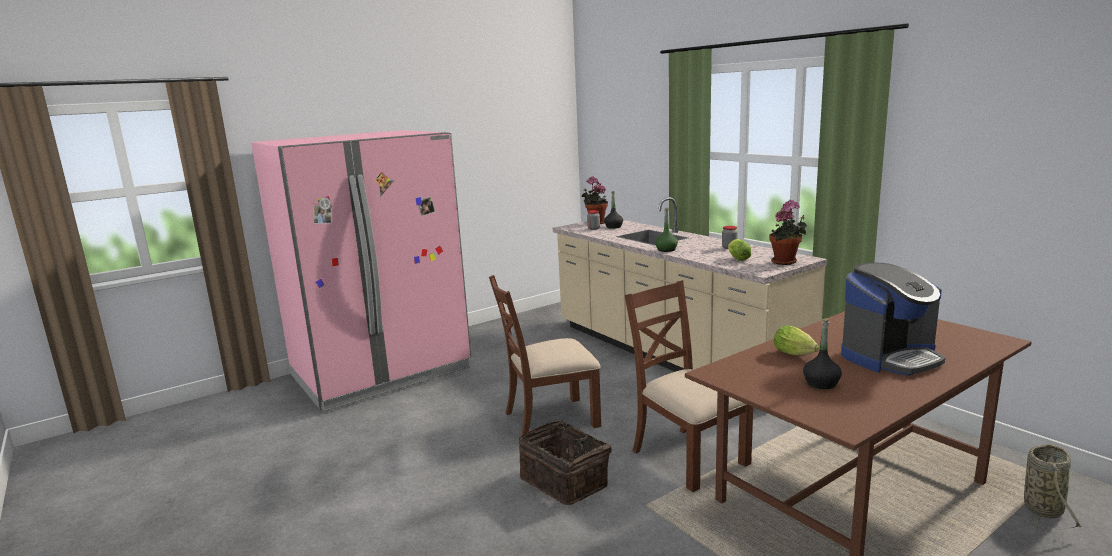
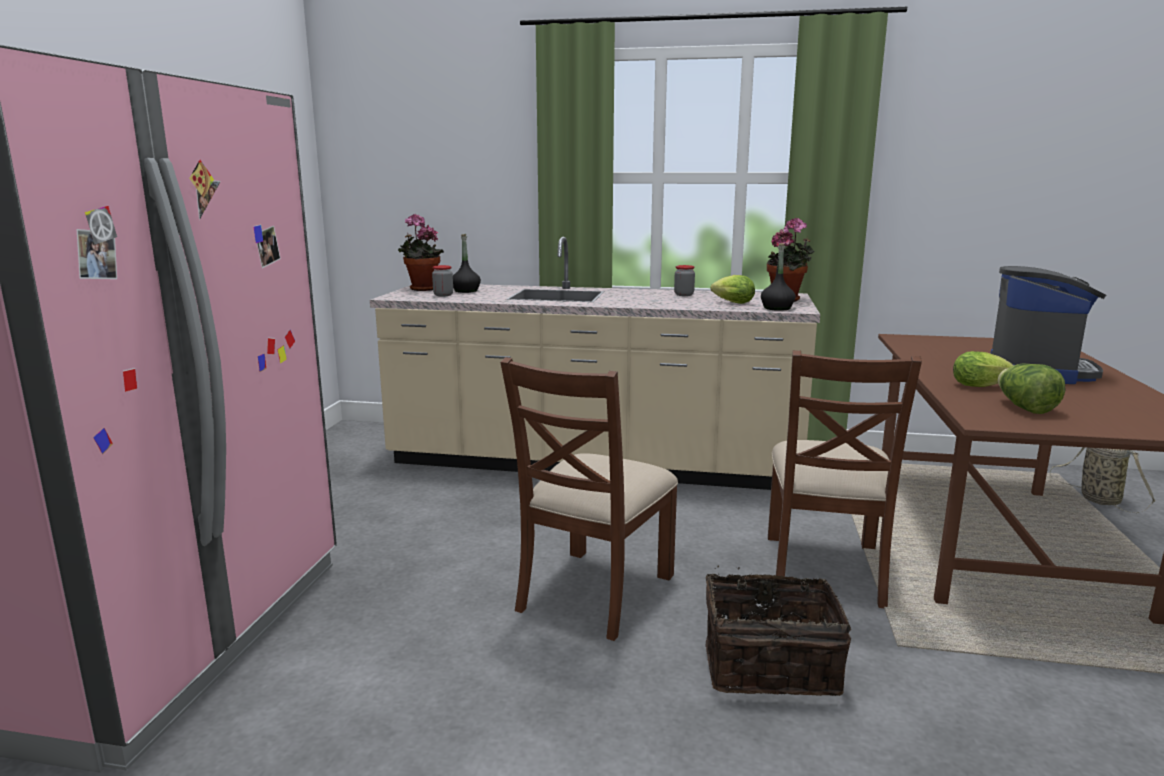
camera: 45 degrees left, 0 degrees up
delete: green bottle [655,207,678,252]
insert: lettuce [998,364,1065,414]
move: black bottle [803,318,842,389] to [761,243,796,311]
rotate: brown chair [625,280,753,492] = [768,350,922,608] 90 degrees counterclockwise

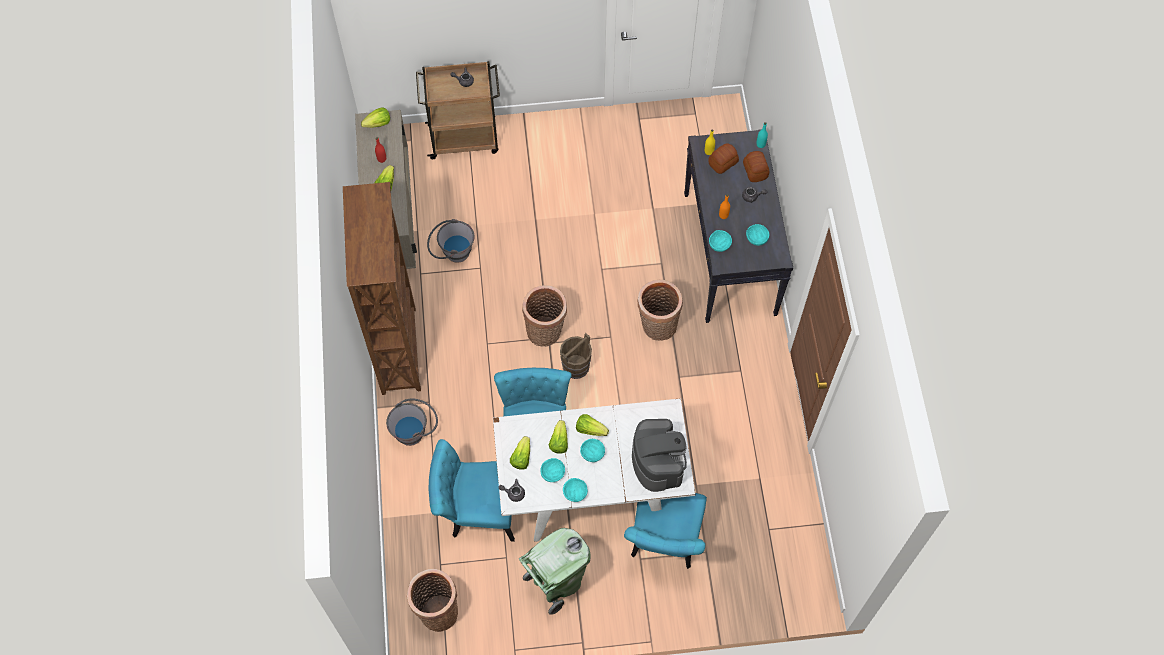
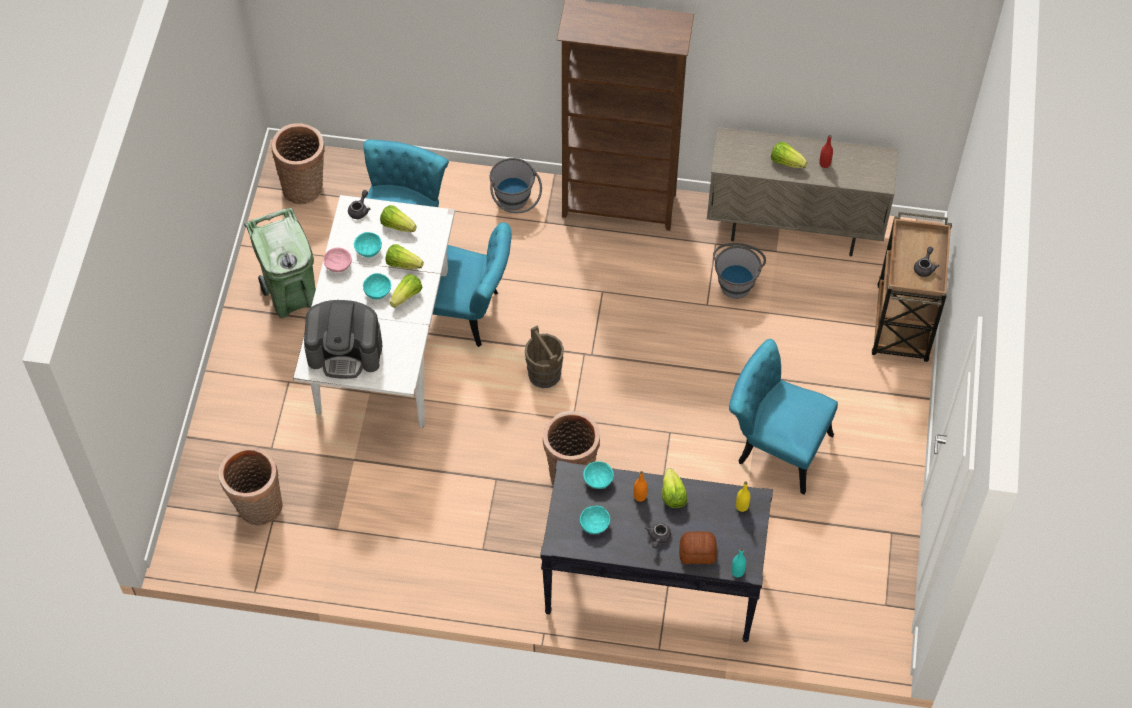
camera: 105 degrees right, 5 degrees down
delete: bread [708,143,739,174]
move: lettuce [361,107,390,128] to [662,468,687,508]; basket [522,285,567,347] to [219,446,283,526]; turquoise chair [624,493,707,569] to [729,339,838,495]
recolor: turquoise bowl [563,478,588,502] to pink bowl [323,248,352,272]

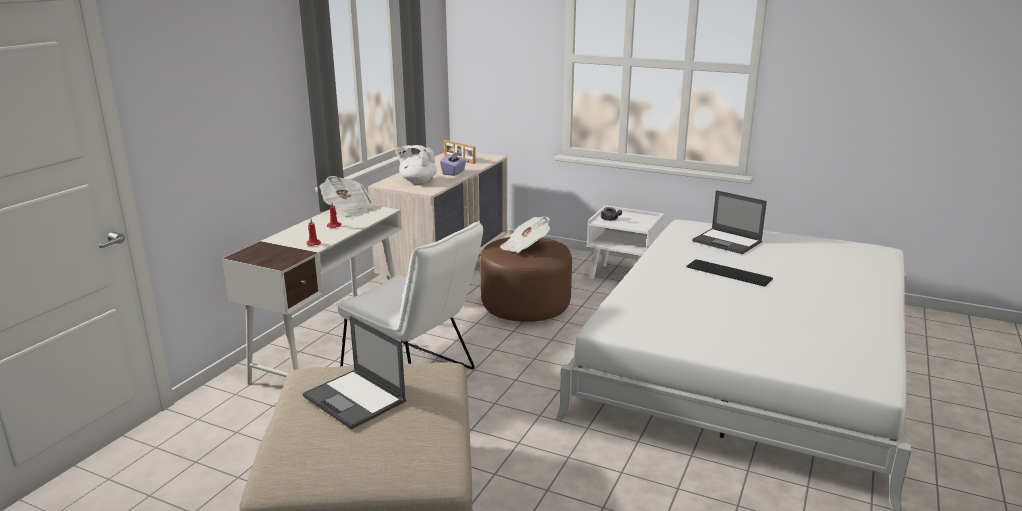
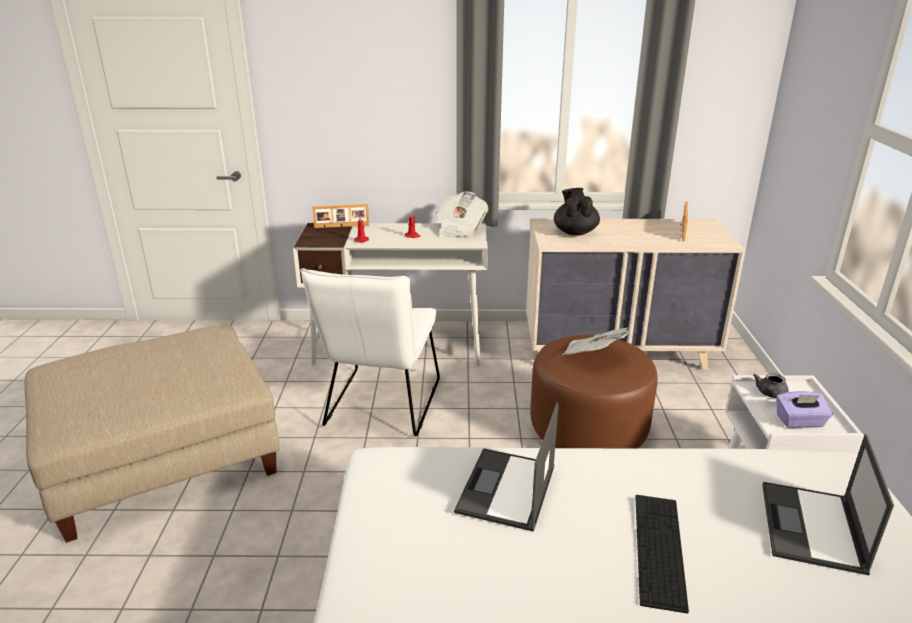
camera: 65 degrees right, 5 degrees up
insert: picture frame [312,204,369,228]
move: laptop [302,316,406,429] to [454,403,559,532]; purple tissue box [440,152,467,176] to [776,391,833,428]
recolor: white teapot [395,145,437,184] to black teapot [554,188,600,236]

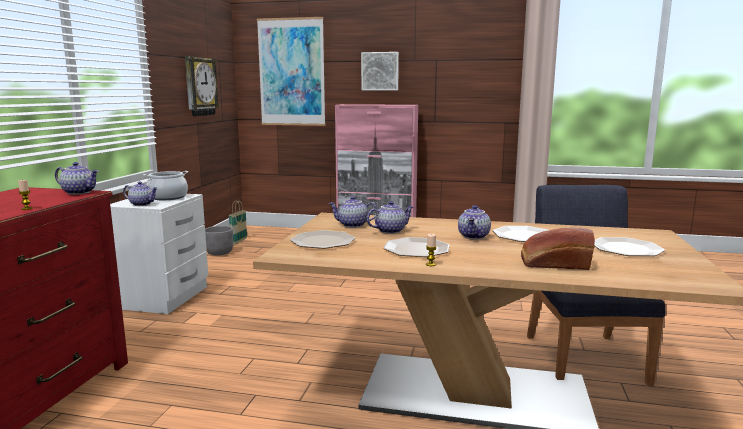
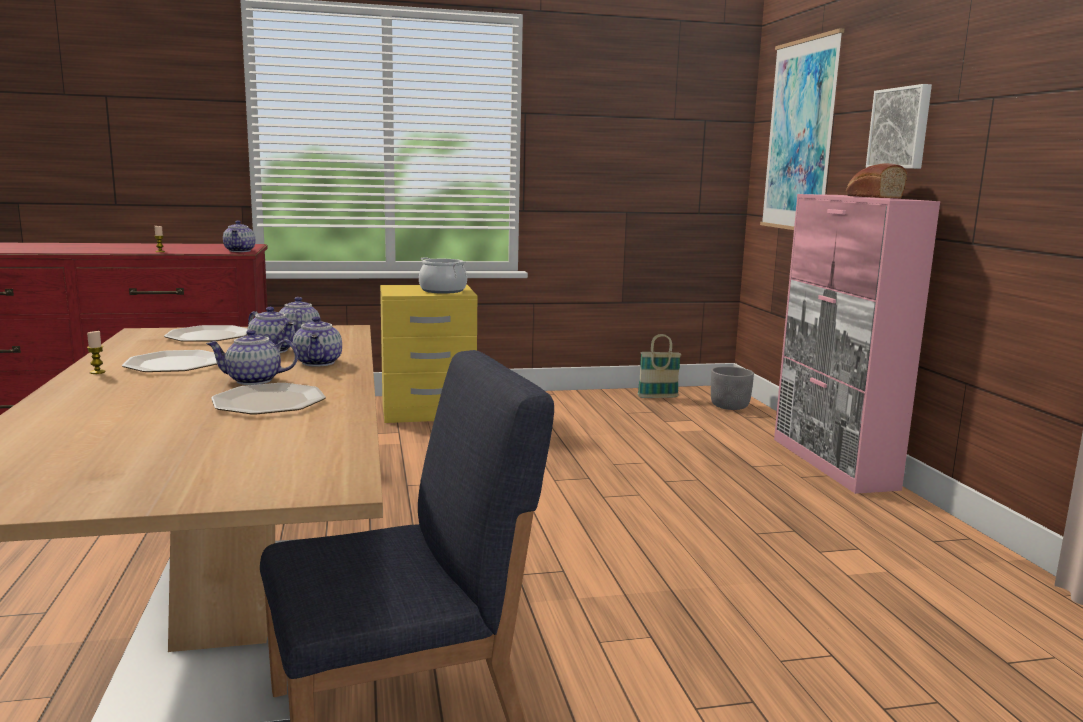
camera: 65 degrees right, 0 degrees up
delete: wall clock [185,56,219,117]; plate [595,237,665,256]
move: teapot [123,182,158,206] to [293,316,342,367]; grey planter [205,226,233,255] to [711,366,754,410]; bread [521,227,595,270] to [846,163,907,198]
recolor: white nightstand [110,194,208,314] to yellow nightstand [380,285,477,423]

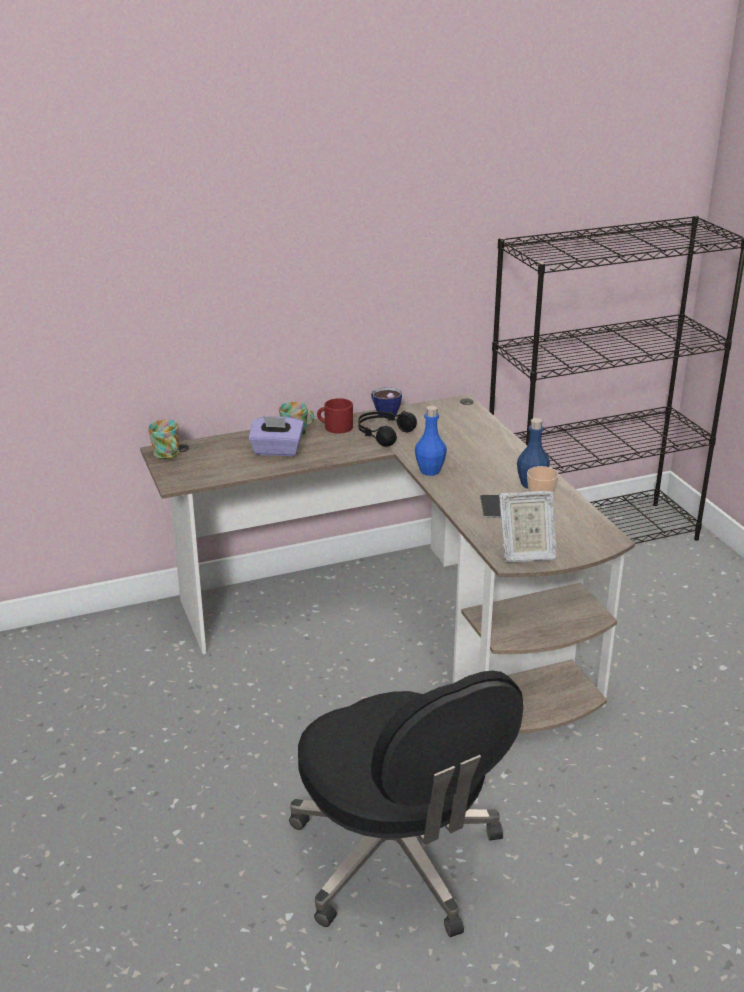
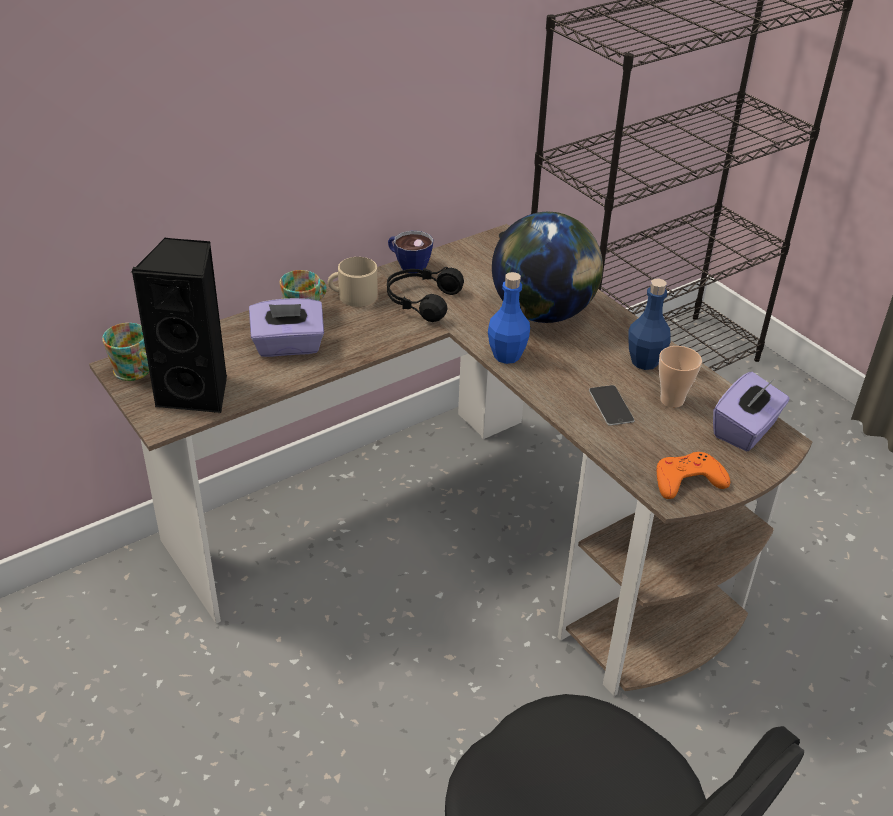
camera: 15 degrees left, 10 degrees up
insert: black speaker [130,237,227,413]; globe [492,212,603,323]; purple tissue box [713,372,790,452]
replace: picture frame [499,491,556,563] to orange game controller [657,452,730,499]
recolor: red mug [317,398,353,434] to beige mug [328,257,377,307]

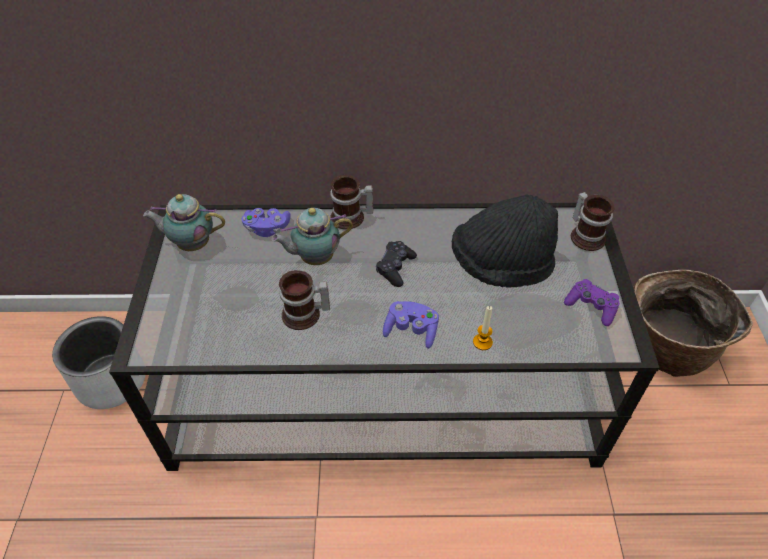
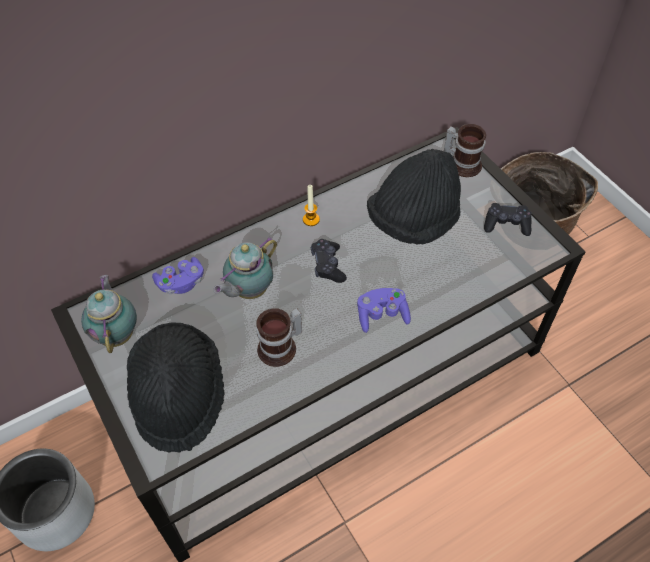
camera: 30 degrees left, 5 degrees up
delete: mug [330,175,373,230]
insert: black hat [127,322,224,453]
move: candle [473,306,493,350] to [303,185,320,226]
recolor: purple game controller [564,279,620,326] to black game controller [484,203,532,236]
rotate: teapot [143,194,225,251] = [81,275,137,353] 105 degrees clockwise

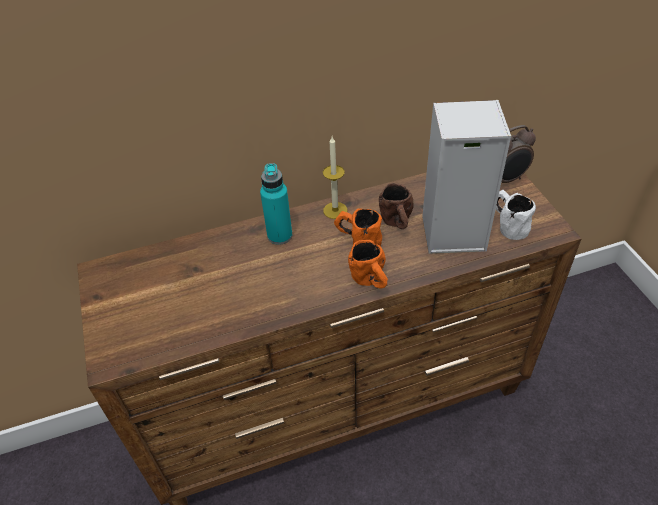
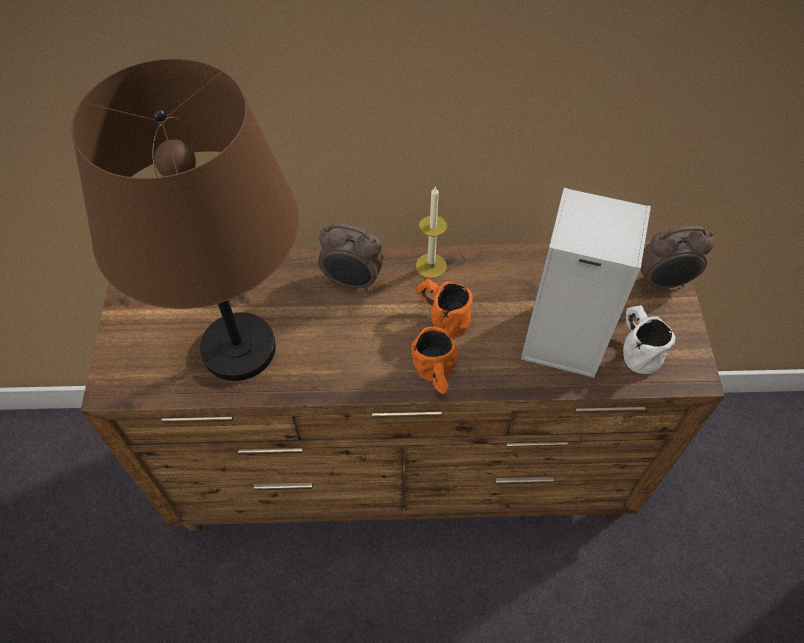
camera: 15 degrees right, 10 degrees up
delete: brown mug [379,183,414,229]
insert: brown table lamp [71,59,299,381]
replace: turquoise bottle [260,163,292,245] to alarm clock [318,223,383,291]

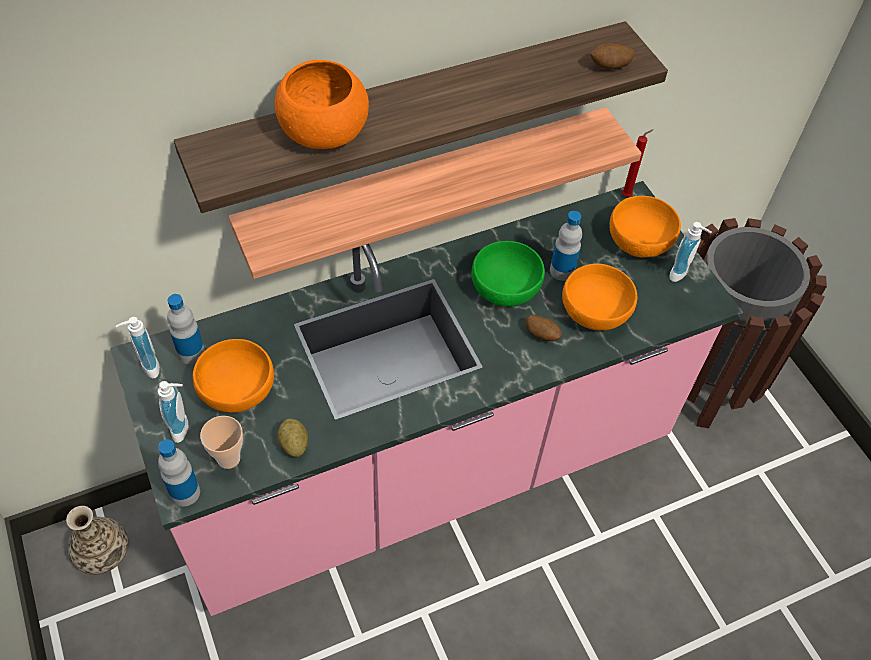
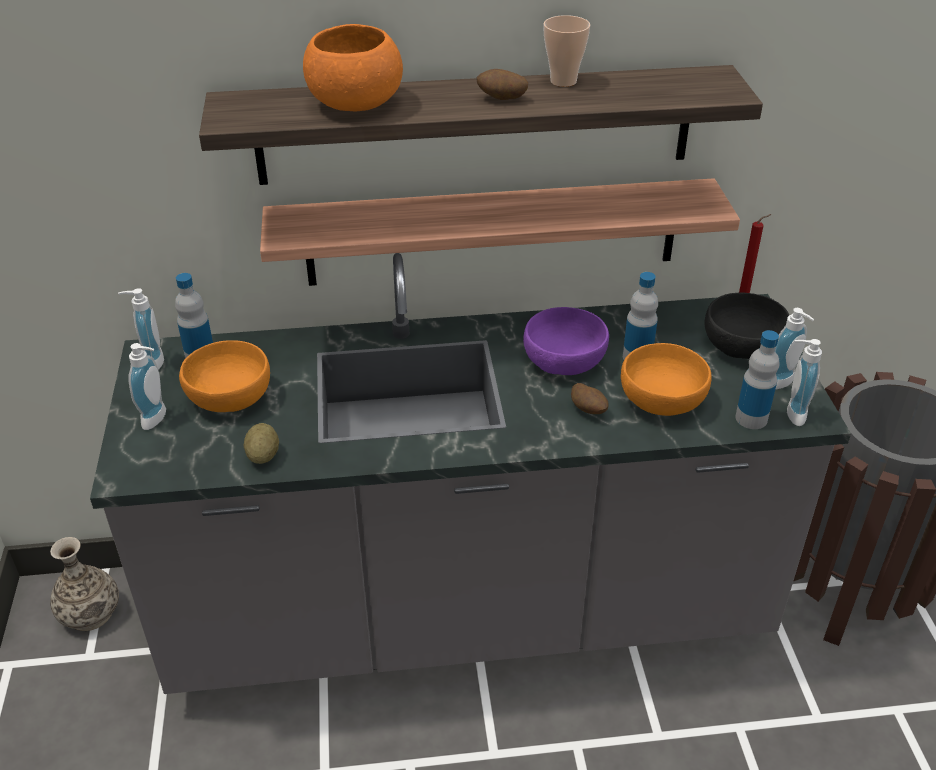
camera: 20 degrees right, 15 degrees down
insert: soap dispenser [787,339,822,426]
move: bottle [158,439,200,507] to [735,330,779,429]; cup [200,416,243,469] to [543,15,590,87]; potato [591,43,635,69] to [476,69,528,100]
recolor: pink counter [110,181,743,616] to grey counter [90,253,851,694]; green bowl [471,241,545,307] to purple bowl [523,307,609,375]; orange bowl [609,196,681,258] to black bowl [704,293,789,359]

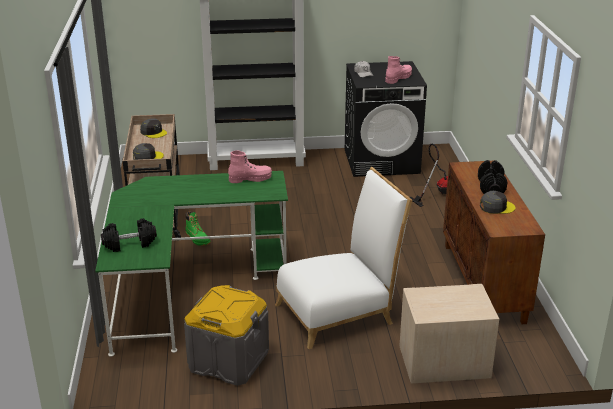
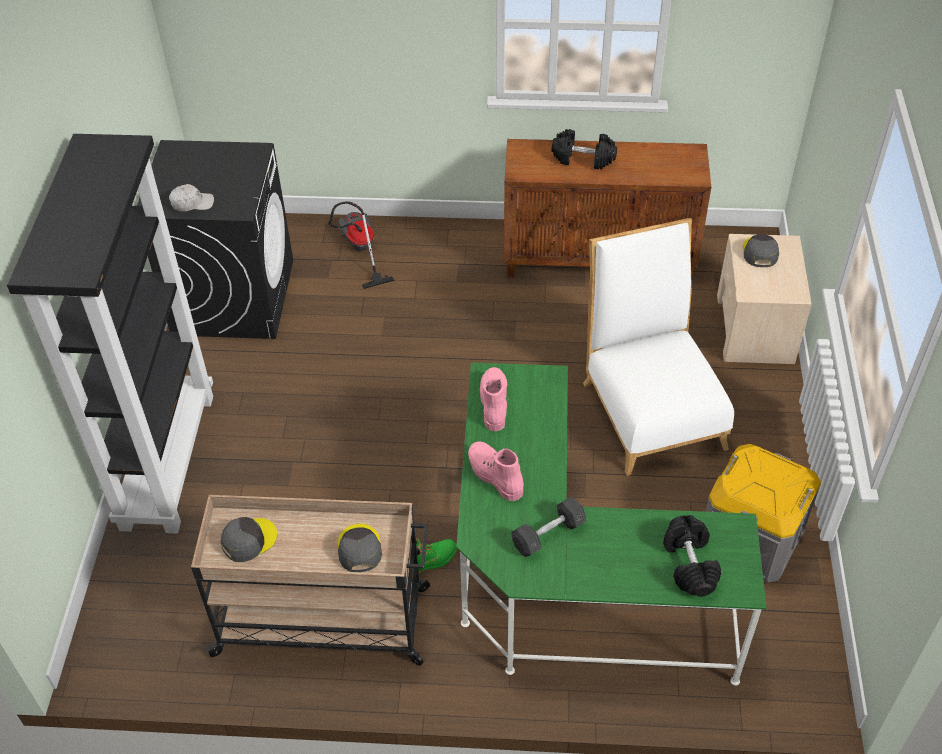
camera: 80 degrees left, 20 degrees up
insert: grey dumbbell [511,497,586,557]
move: pink boot [385,56,412,84] to [468,441,524,501]; grey cap [480,191,516,214] to [743,234,779,267]

